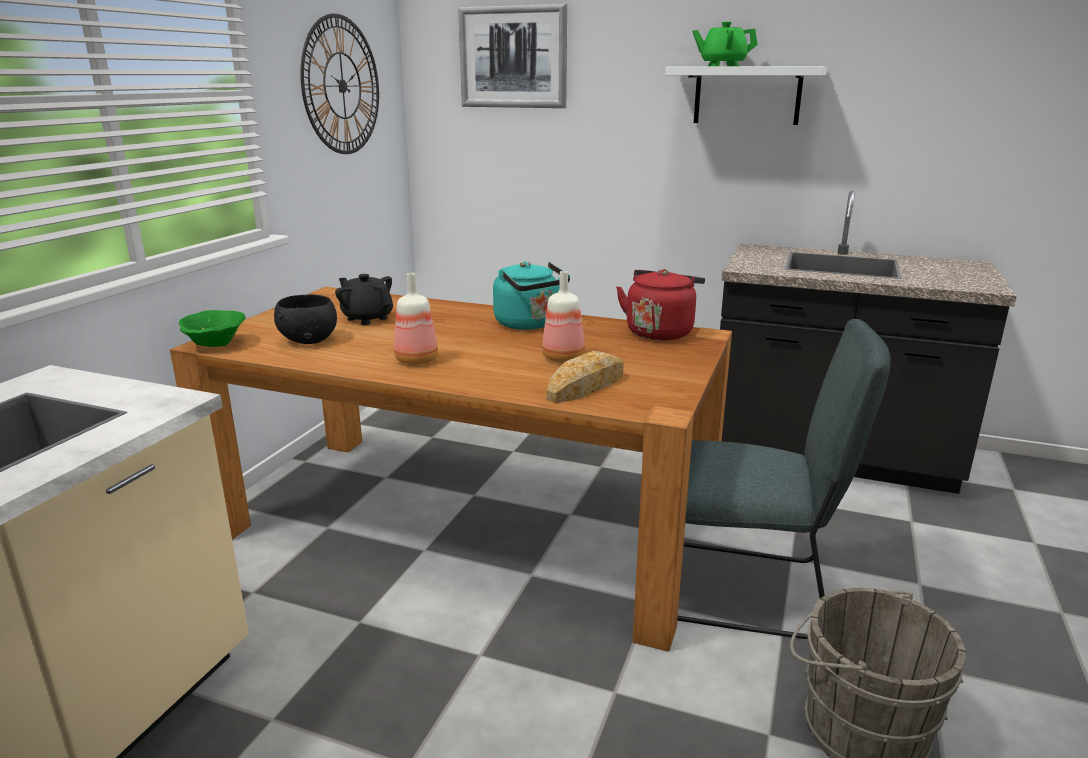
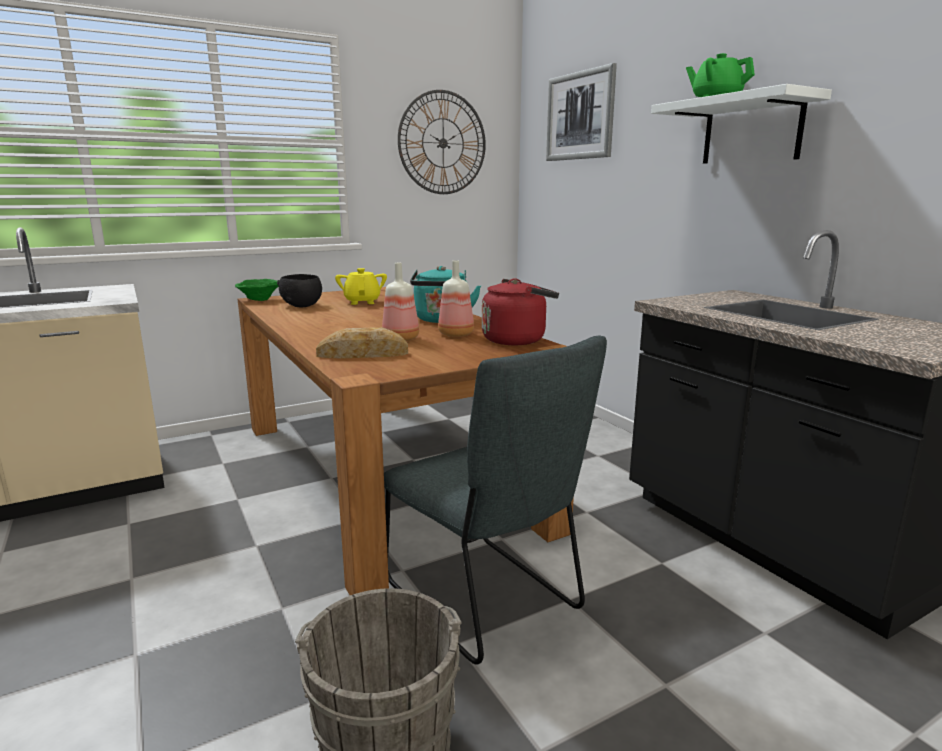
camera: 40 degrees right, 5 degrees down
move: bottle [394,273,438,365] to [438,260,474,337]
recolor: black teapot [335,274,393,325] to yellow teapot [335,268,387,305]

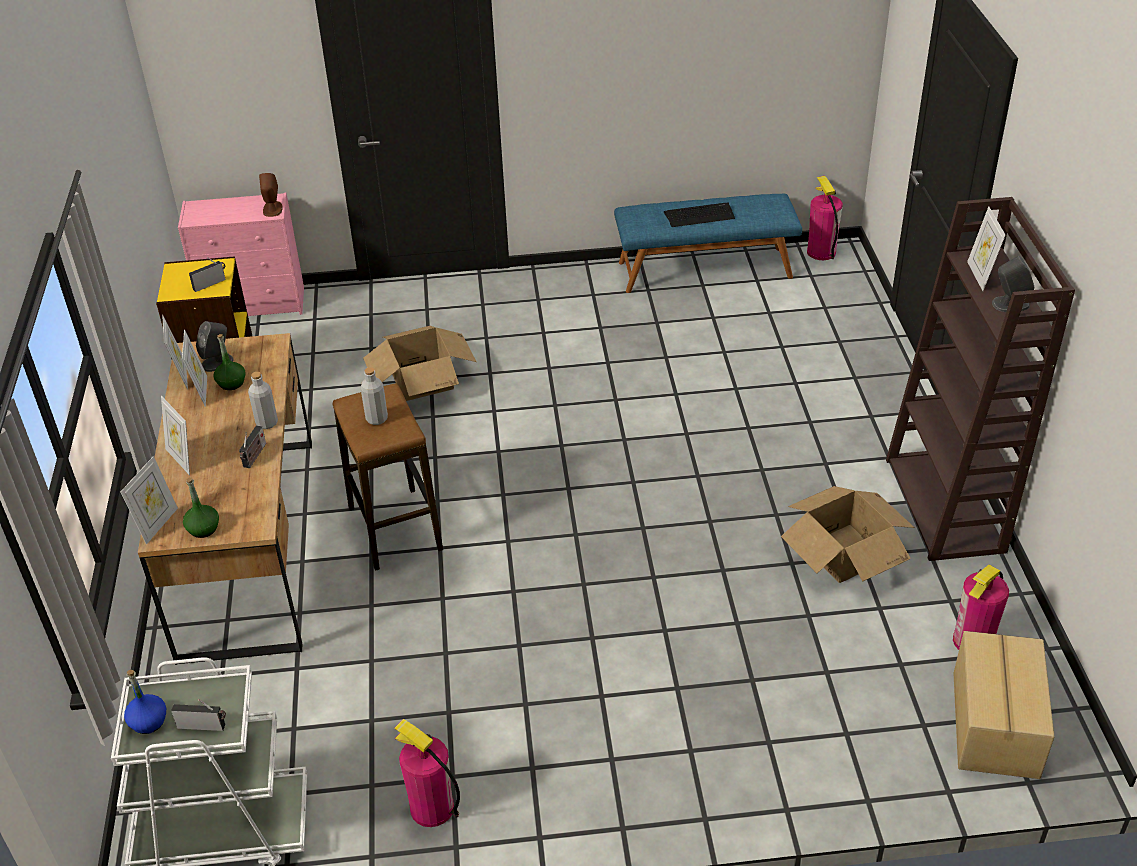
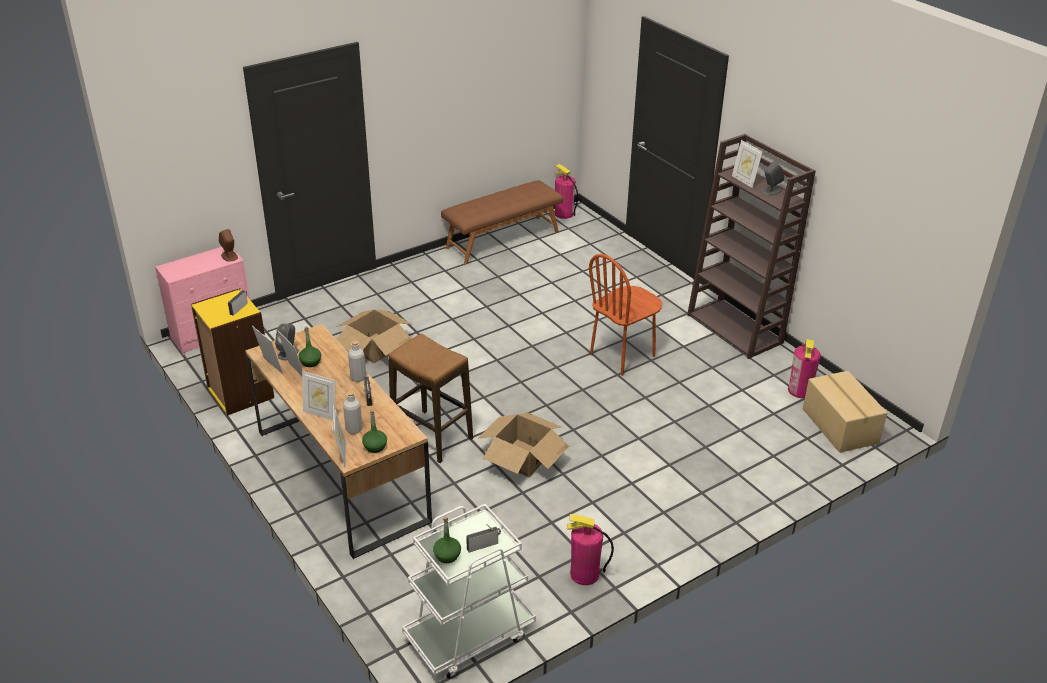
camera: 30 degrees left, 5 degrees down
delete: keyboard [664,203,735,227]
insert: brown chair [589,254,662,376]
move: grey bottle [361,367,388,425] to [343,391,362,434]; cardboard box [781,486,915,583] to [477,413,569,477]
recolor: blue bottle [124,670,166,734] to green bottle [433,517,461,563]; blue bench [614,194,802,293] to brown bench [441,180,564,264]

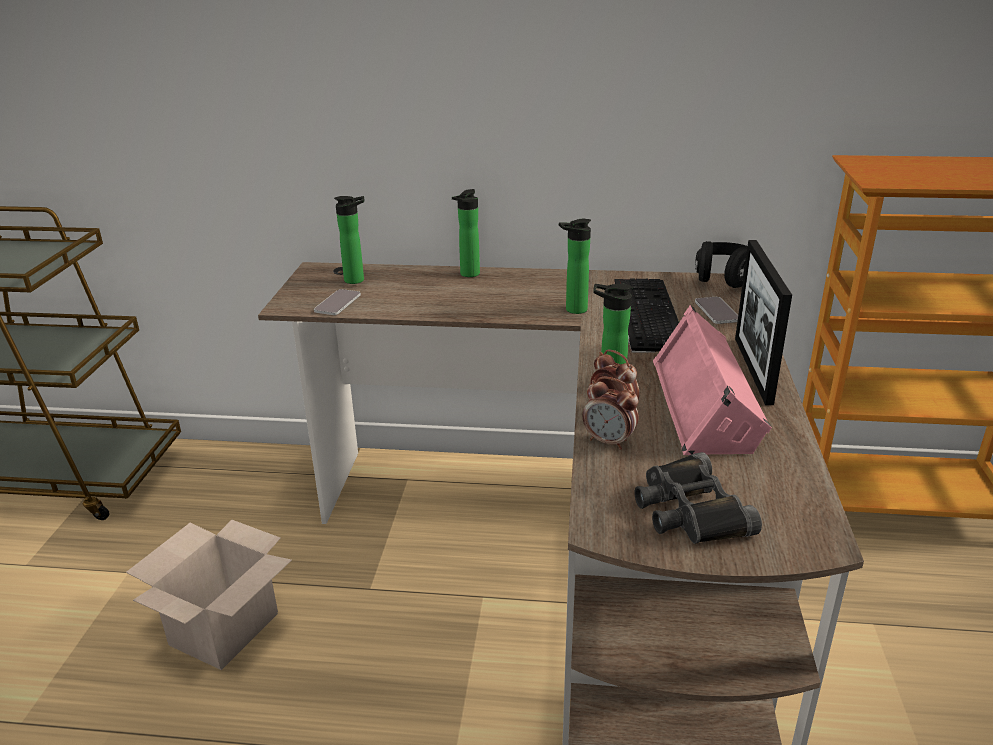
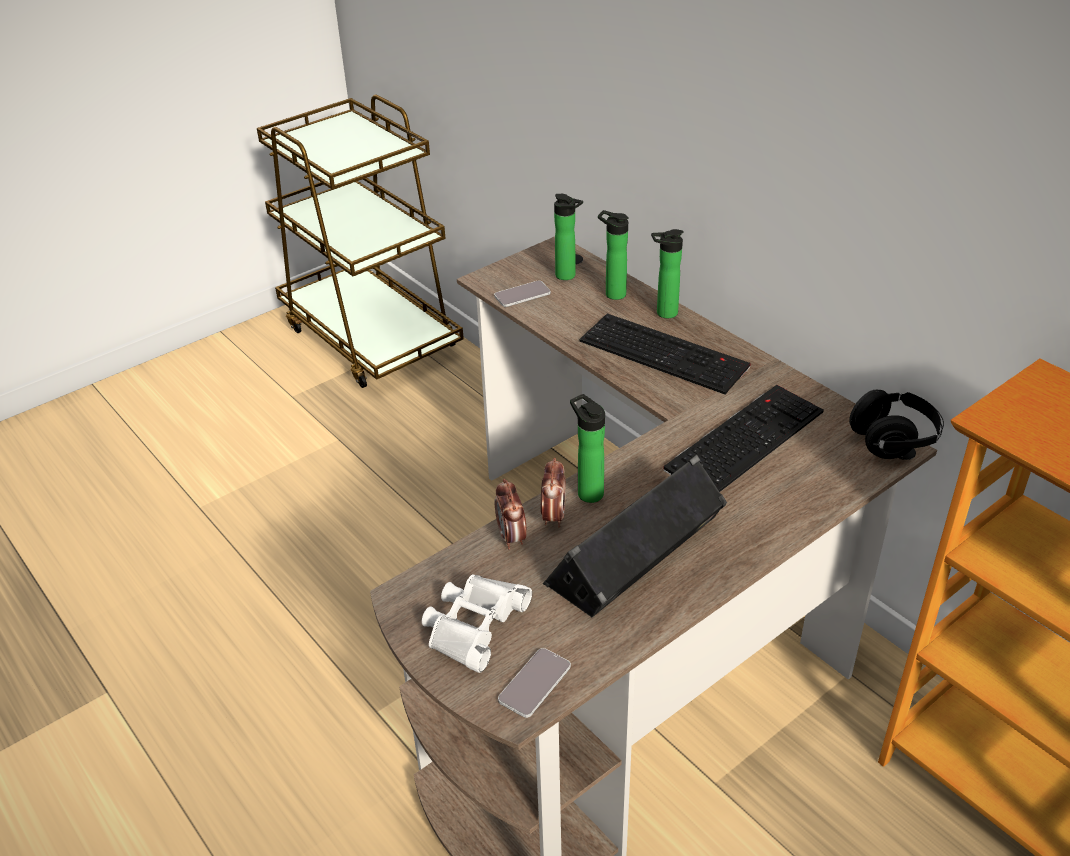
camera: 45 degrees right, 10 degrees up
delete: cardboard box [126,520,292,670]; picture frame [735,240,792,405]
insert: keyboard [580,313,751,394]
move: bottle [559,219,591,314] to [598,210,628,300]; phone [695,297,738,324] to [498,648,571,718]
recolor: black binoculars [634,452,762,544] to white binoculars [422,575,532,673]; pink speaker [653,305,772,455] to black speaker [543,455,727,617]

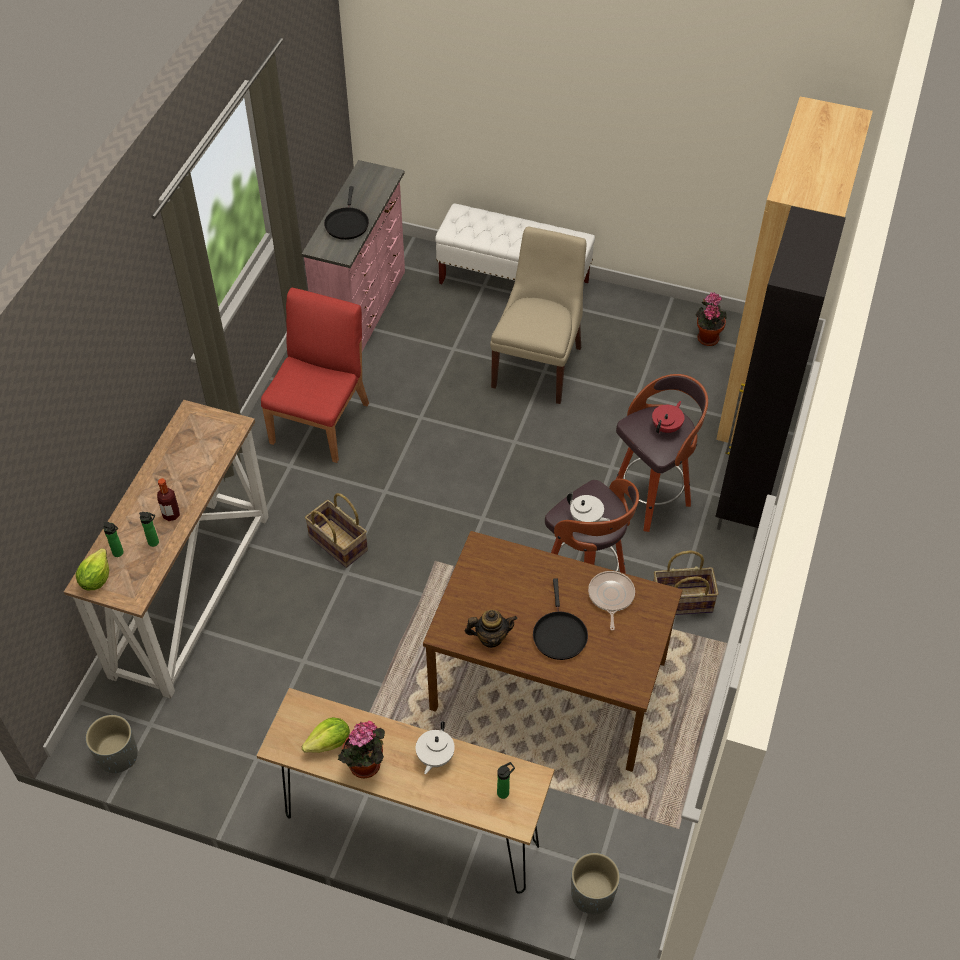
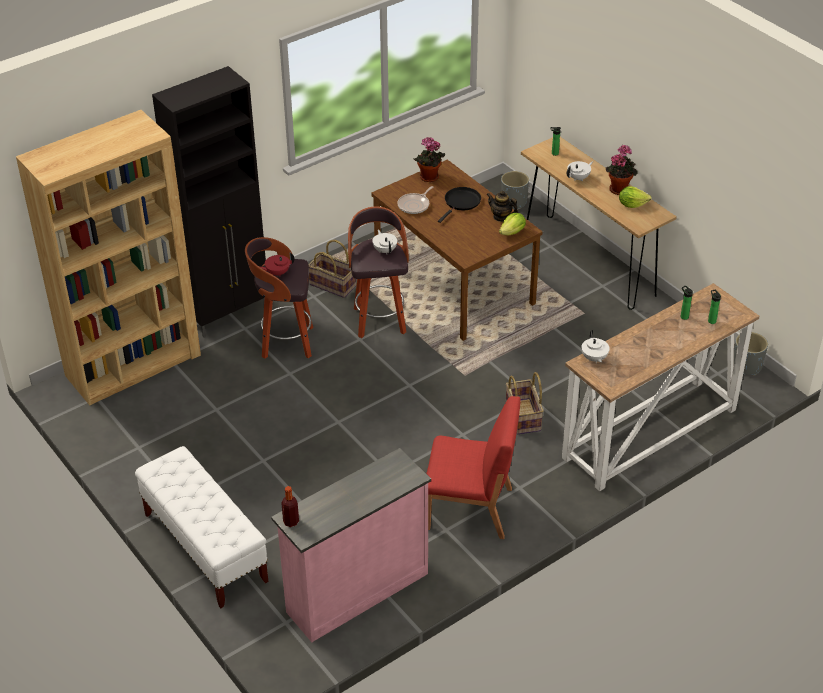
camera: 145 degrees left, 10 degrees down
delete: black frying pan [324,186,369,240]; beige chair [490,226,586,404]
insert: white teapot [581,330,610,363]
move: lettuce [76,548,109,591] to [499,213,526,235]; bottle [157,478,180,521] to [281,486,299,527]; potted plant [695,292,727,346] to [413,137,445,182]
rotate: red chair [261,288,369,463] = [426,396,521,539] 135 degrees counterclockwise

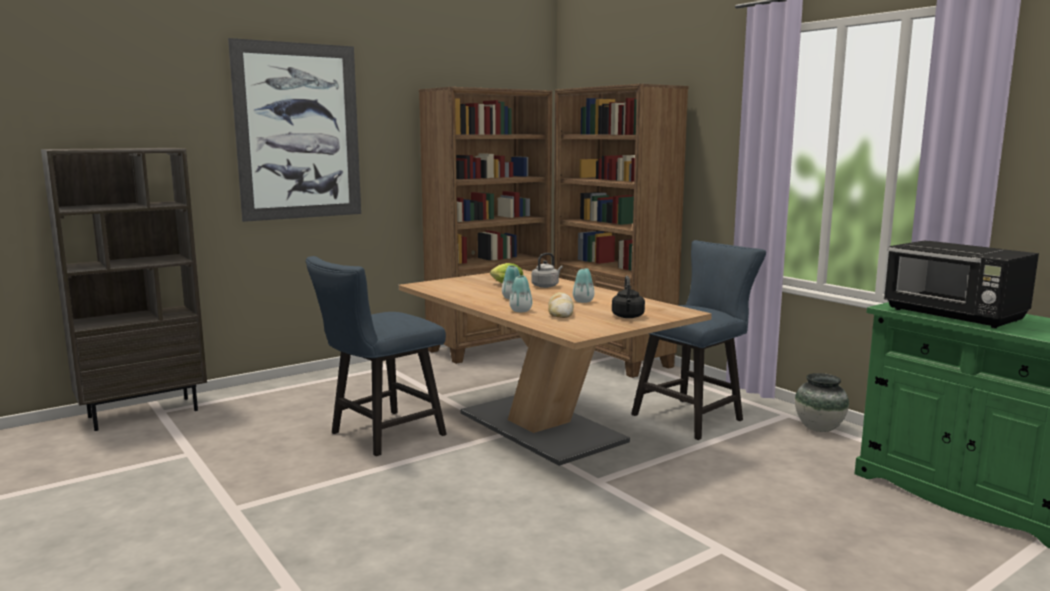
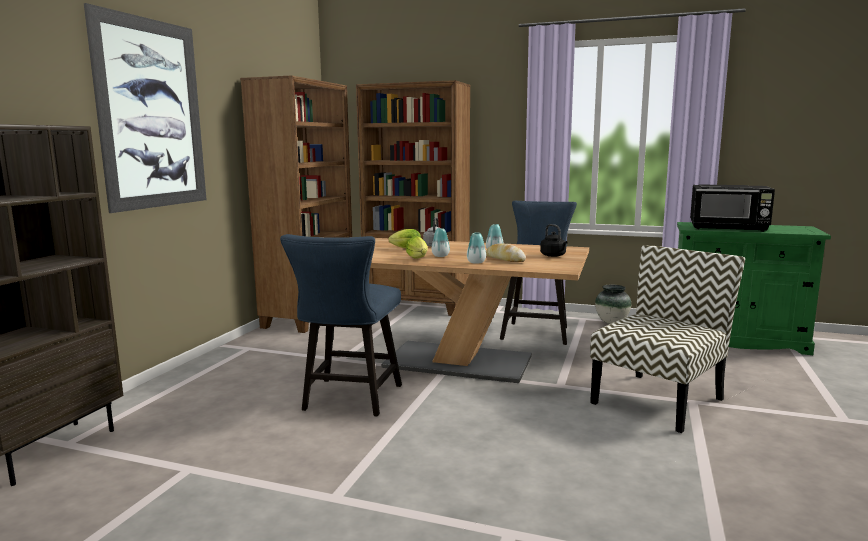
camera: 35 degrees left, 0 degrees up
insert: lettuce [406,236,428,259]; chair [590,245,745,433]

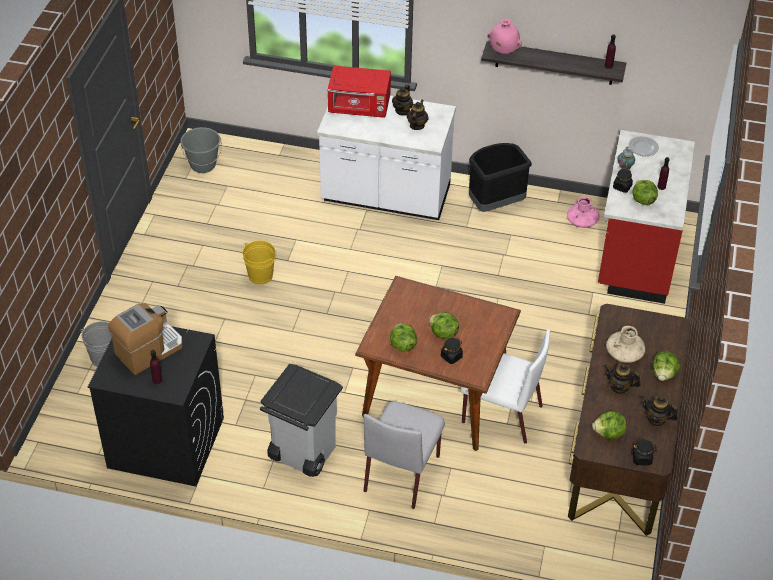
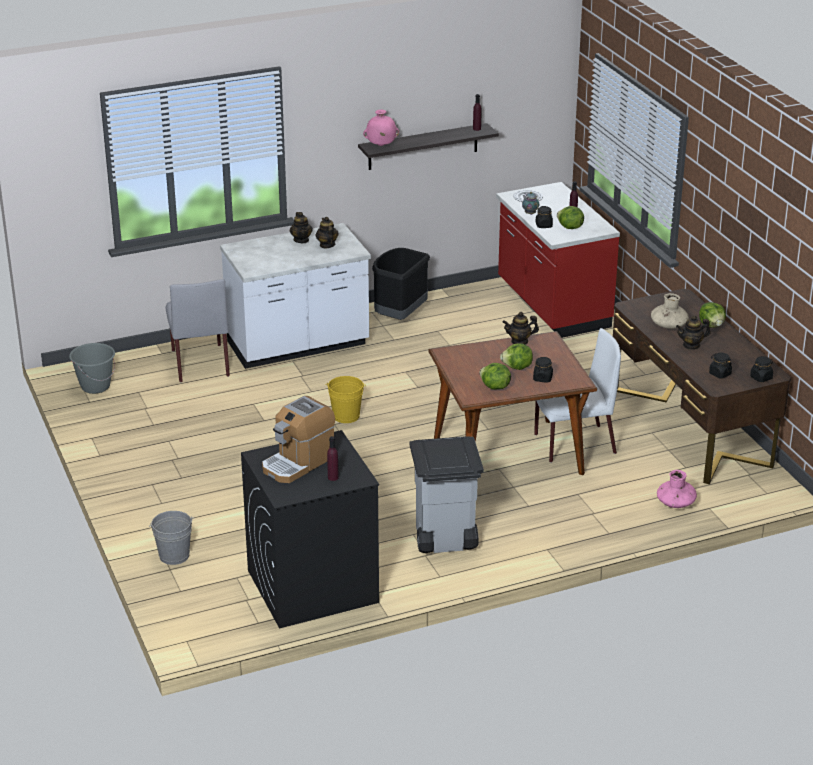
camera: 35 degrees left, 15 degrees down
delete: red microwave [327,66,391,118]
move: yellow bucket [242,240,275,284] to [325,376,366,423]; grey chair [363,401,445,509] to [165,279,230,382]; pink vase [567,196,599,228] to [657,470,697,508]; teapot [642,396,678,427] to [502,312,539,345]
replace: lettuce [592,411,627,440] to black jar [709,353,732,379]
rotate: coffee machine [108,303,183,375] = [262,396,335,483] 150 degrees counterclockwise

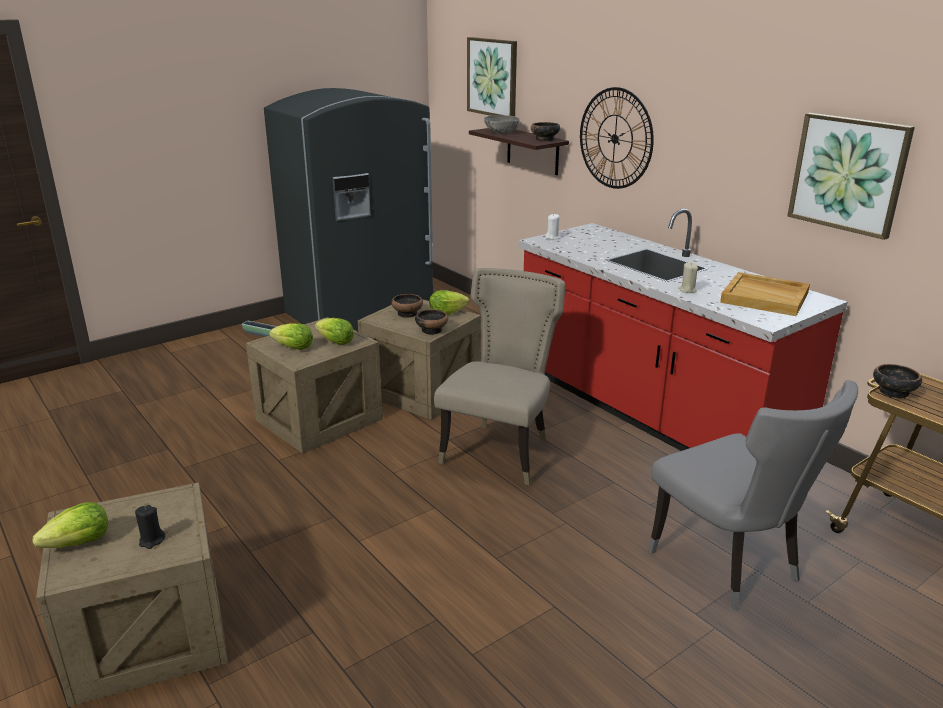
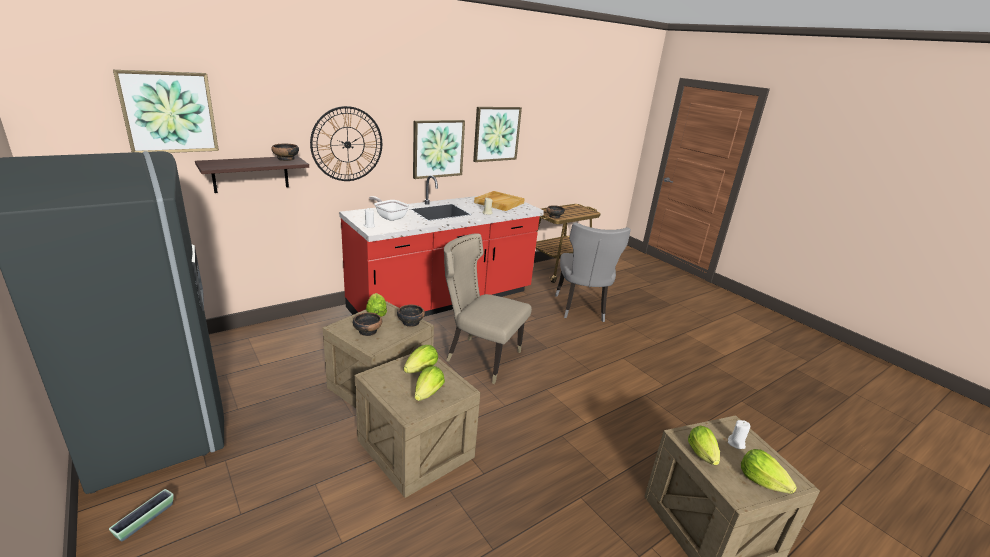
camera: 90 degrees left, 0 degrees up
delete: grey bowl [484,115,520,134]
insert: frying pan [369,196,409,221]; picture [413,120,465,179]; lettuce [688,426,720,465]
recolor: black candle [135,505,165,549] to white candle [728,420,750,449]
rotate: grey chair [648,380,858,610] = [555,223,631,322] 120 degrees clockwise

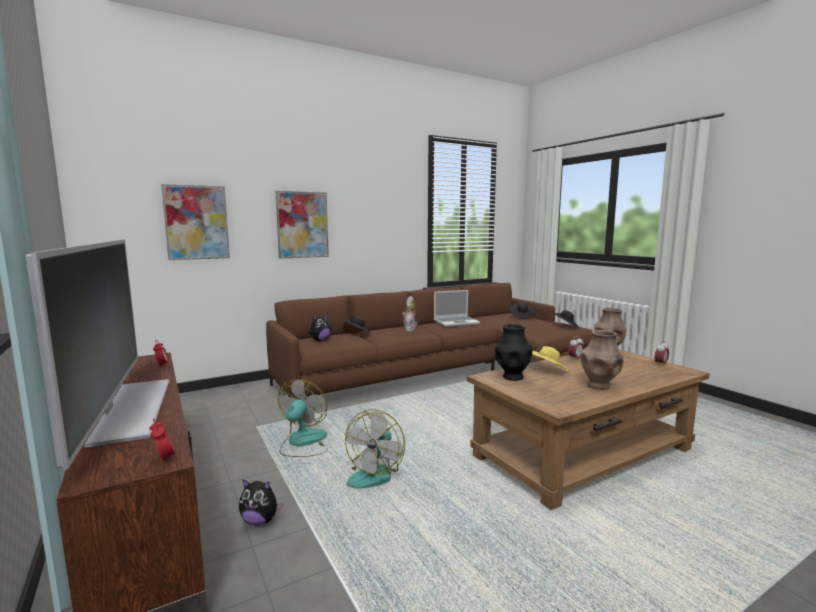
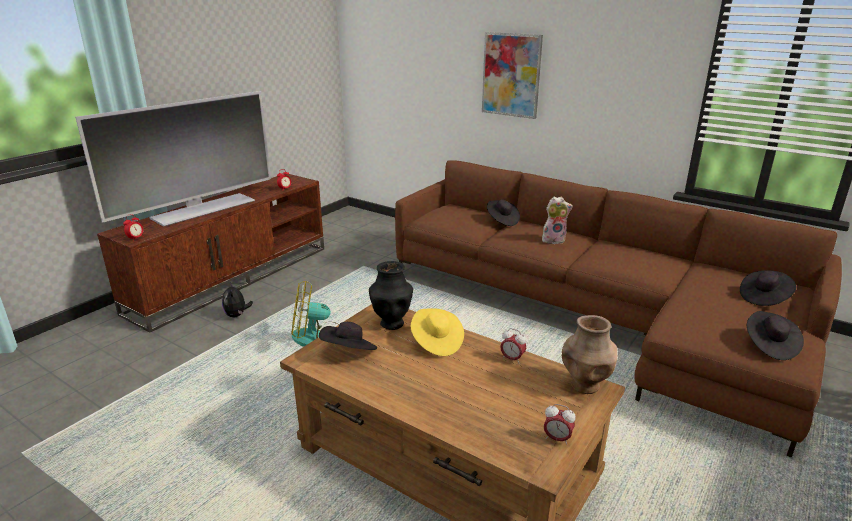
camera: 65 degrees right, 15 degrees up
delete: picture [161,184,230,260]; fan [278,379,328,457]; plush toy [308,313,331,341]; laptop [434,290,480,327]; brown vase [581,330,623,390]
insert: black hat [319,322,377,350]

